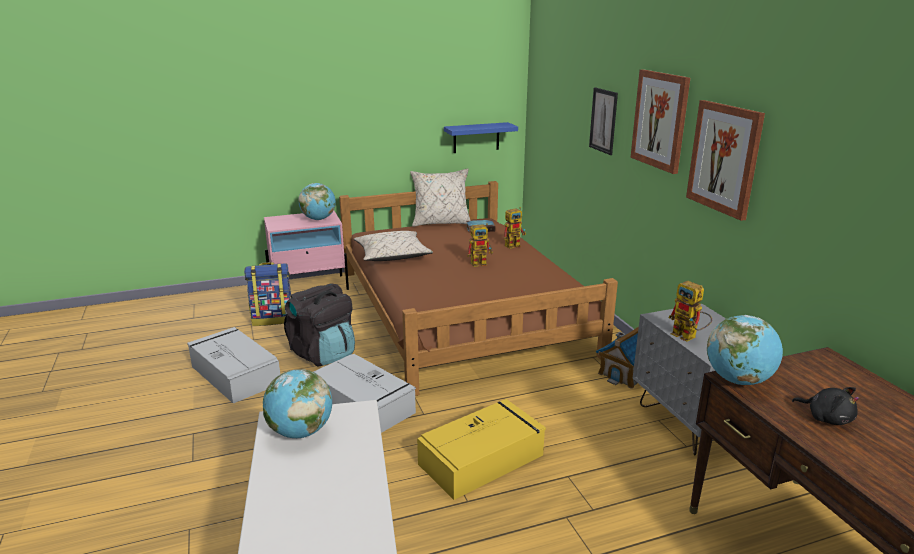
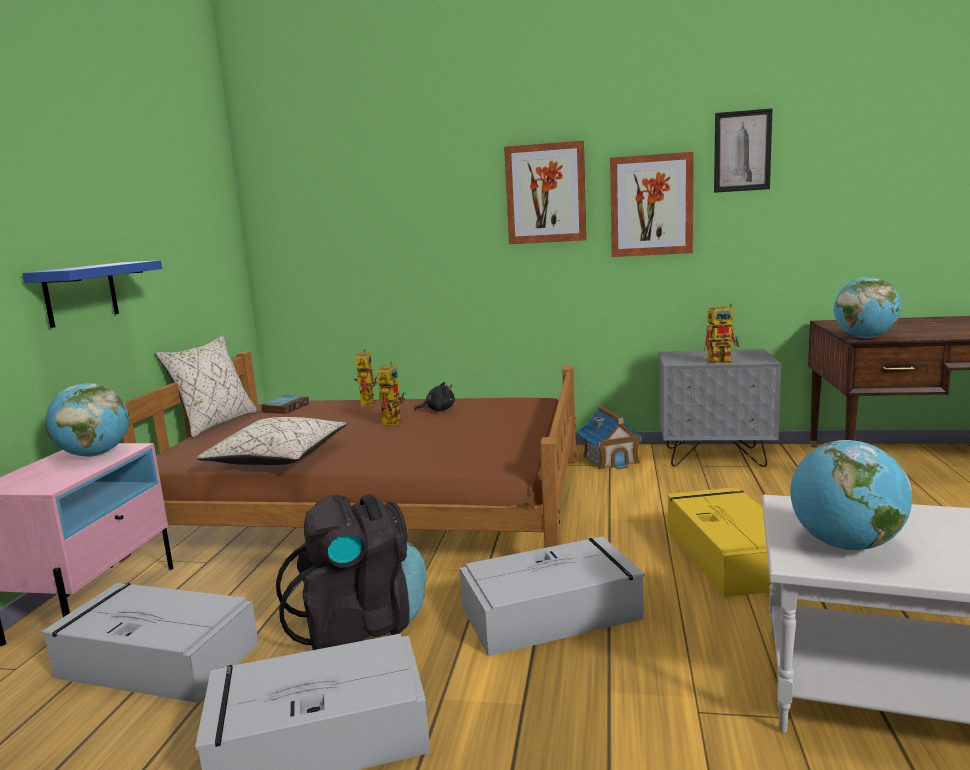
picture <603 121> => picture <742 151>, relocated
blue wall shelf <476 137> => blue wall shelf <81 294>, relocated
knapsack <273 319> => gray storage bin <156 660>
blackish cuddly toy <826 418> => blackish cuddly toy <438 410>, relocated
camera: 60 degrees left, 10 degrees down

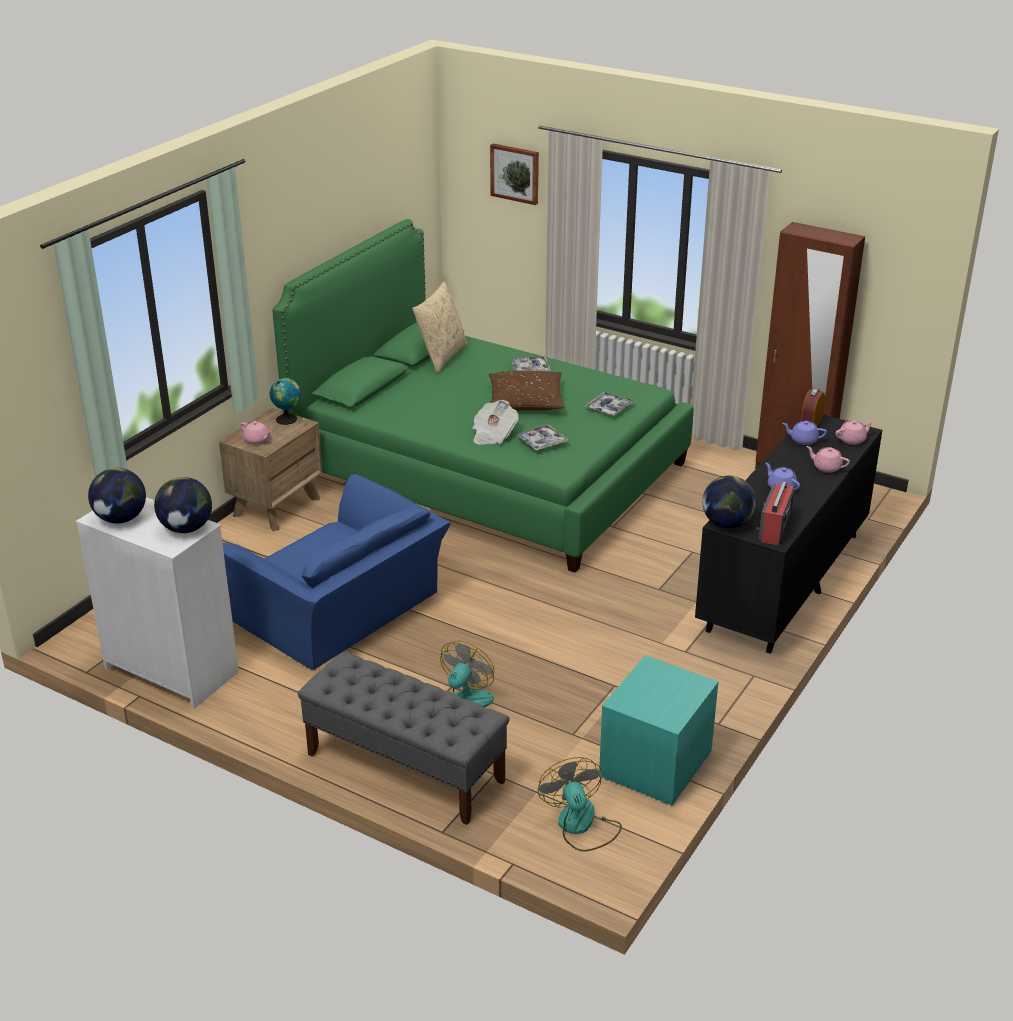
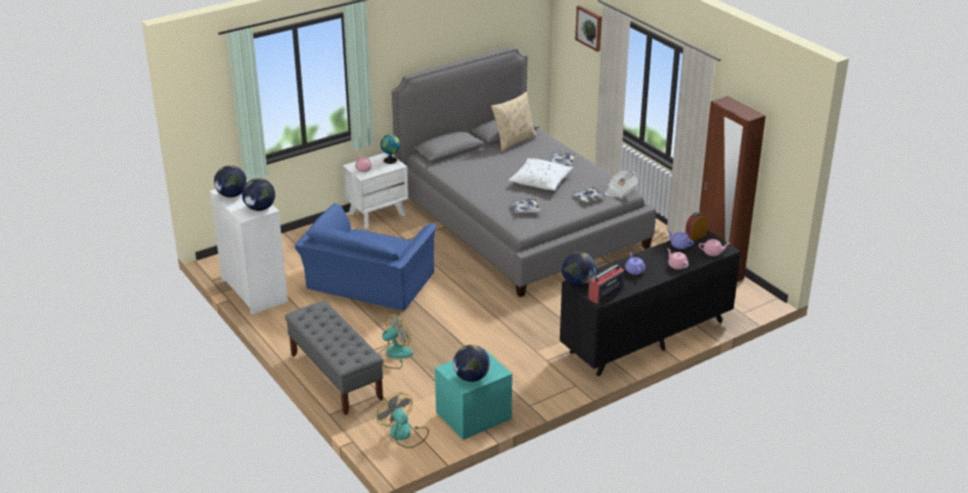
greenish sleeping bed <488 470> => gray sleeping bed <519 222>
brown throw pillow <525 401> => whitish throw pillow <540 181>
printed paper <493 435> => printed paper <620 191>, relocated
brown nightstand <276 506> => whitish nightstand <377 214>
blue easy chair <342 610> => blue easy chair <368 283>, 45 degrees clockwise
electric fan <581 826> => electric fan <404 434>, 45 degrees counterclockwise
nothing => world globe <471 377>
camera: 25 degrees right, 0 degrees up

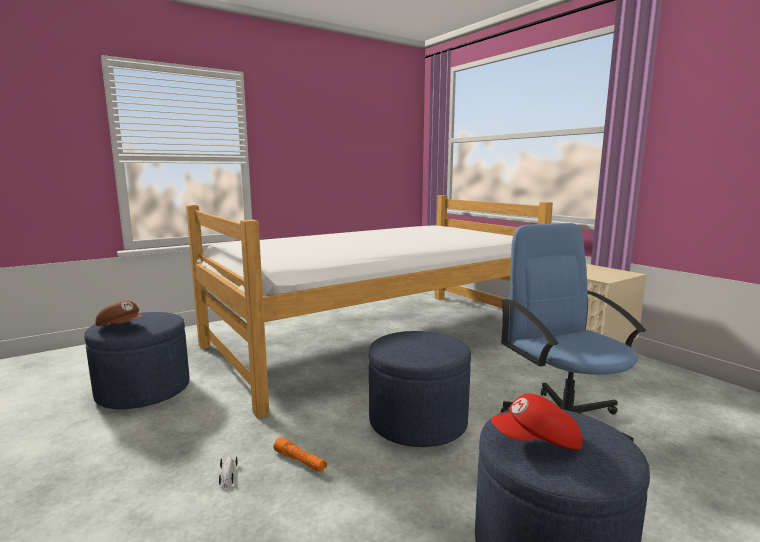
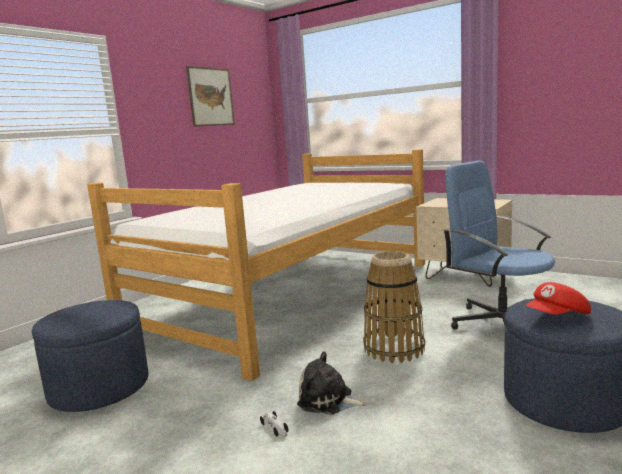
brown baseball cap <122 327> => nothing
blue pouffe <418 421> => storage basket <394 349>
orangey flashlight <300 461> => cuddly toy <328 400>
nothing => picture <211 97>
camera: 20 degrees left, 0 degrees up

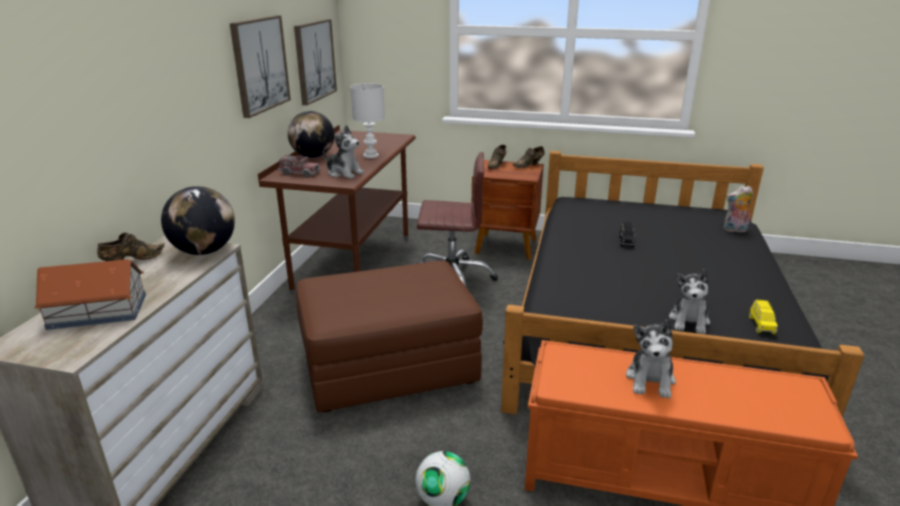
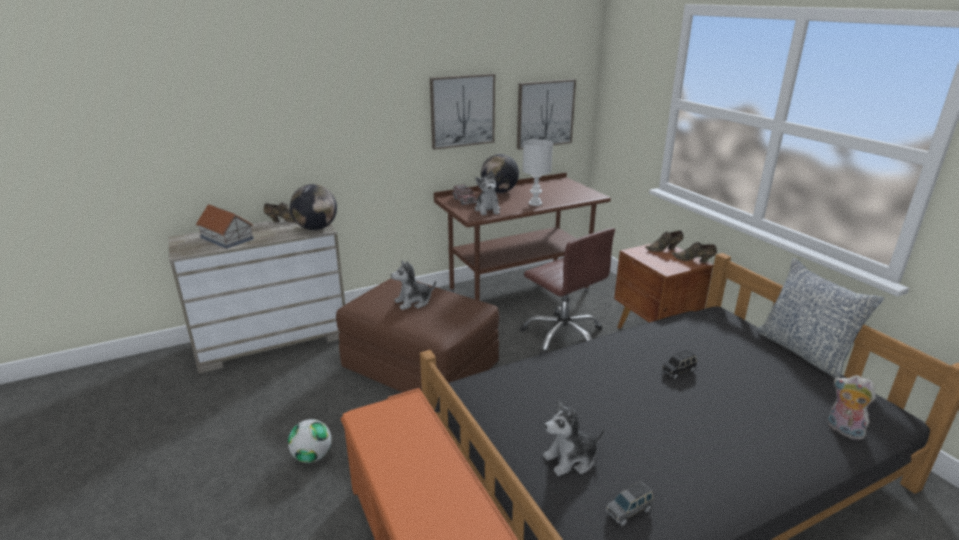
yellowish model car <761 325> => gray model car <629 511>
cuddly toy <650 380> => cuddly toy <413 302>, relocated
nothing => throw pillow <804 352>
camera: 50 degrees right, 0 degrees up

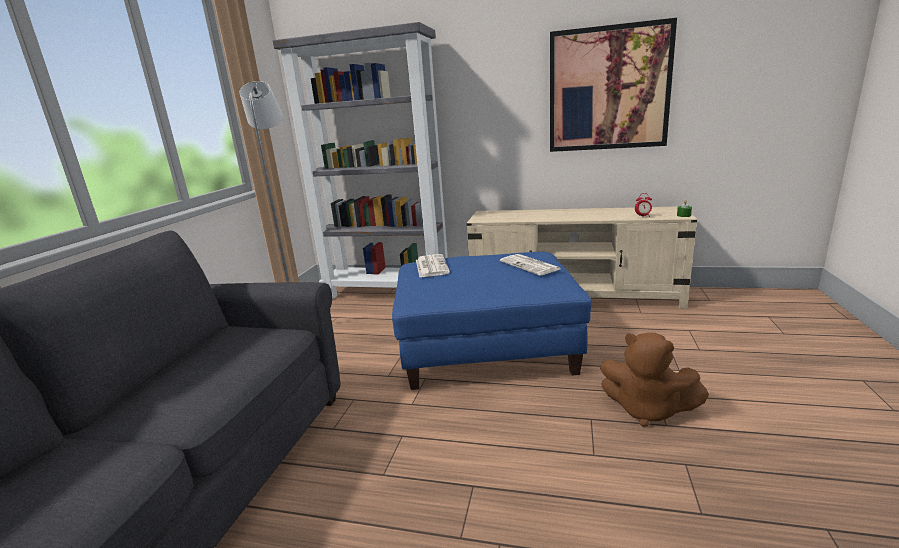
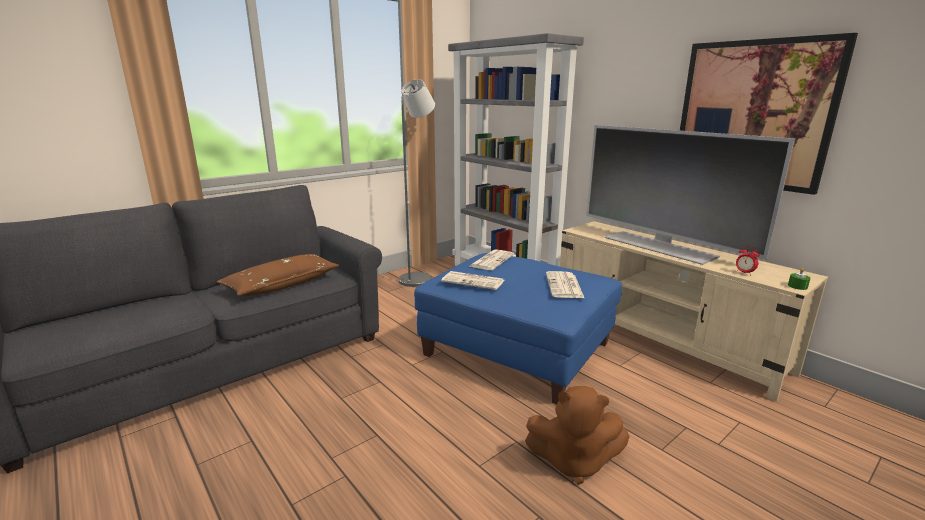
brown cuddly toy <646 410> => brown cuddly toy <573 461>, 60 degrees counterclockwise
nothing => television <659 246>
nothing => brown throw pillow <282 284>
nothing => printed paper <474 281>
camera: 35 degrees right, 0 degrees up

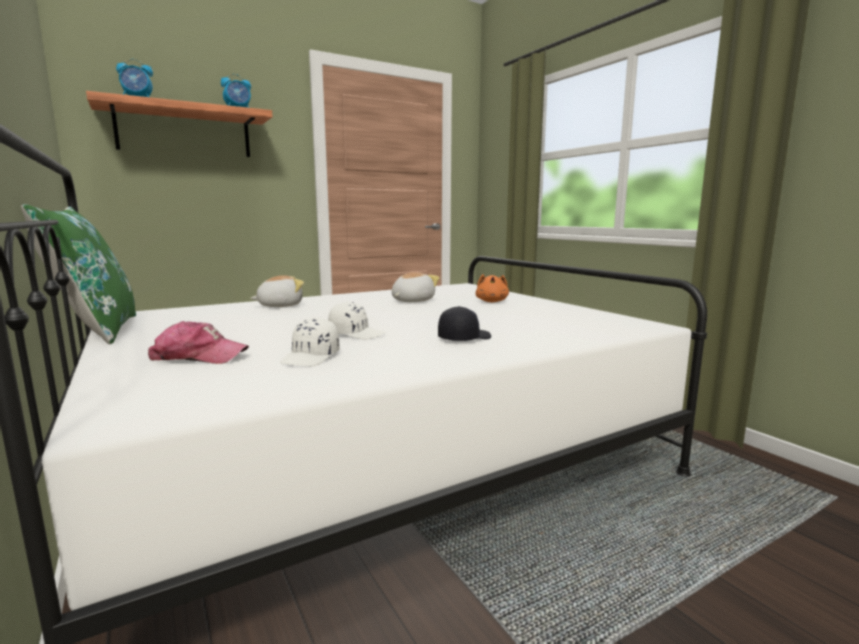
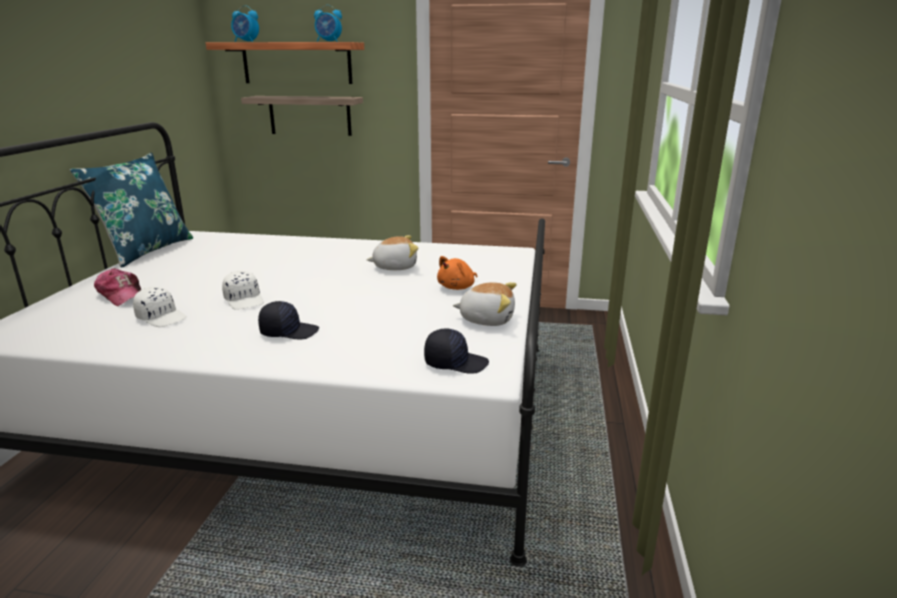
greenish throw pillow <97 331> => blue throw pillow <146 250>
cuddly toy <280 305> => cuddly toy <486 319>, relocated
whitish baseball cap <311 357> => whitish baseball cap <162 317>, 120 degrees counterclockwise
nothing => wall shelf <310 115>
nothing => blackish baseball cap <455 363>
camera: 40 degrees right, 10 degrees up

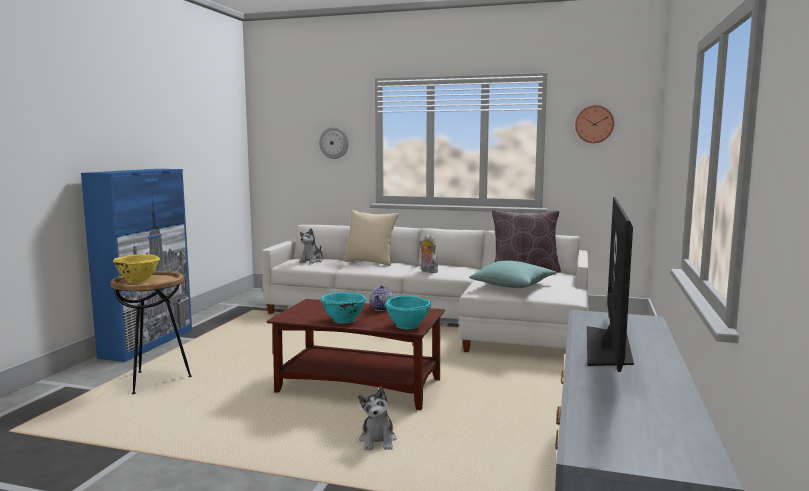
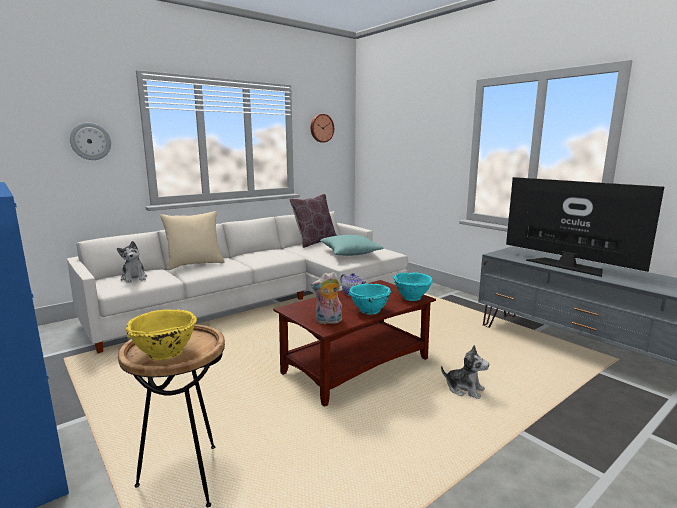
cuddly toy <427 271> => cuddly toy <328 321>, relocated
camera: 55 degrees left, 5 degrees up

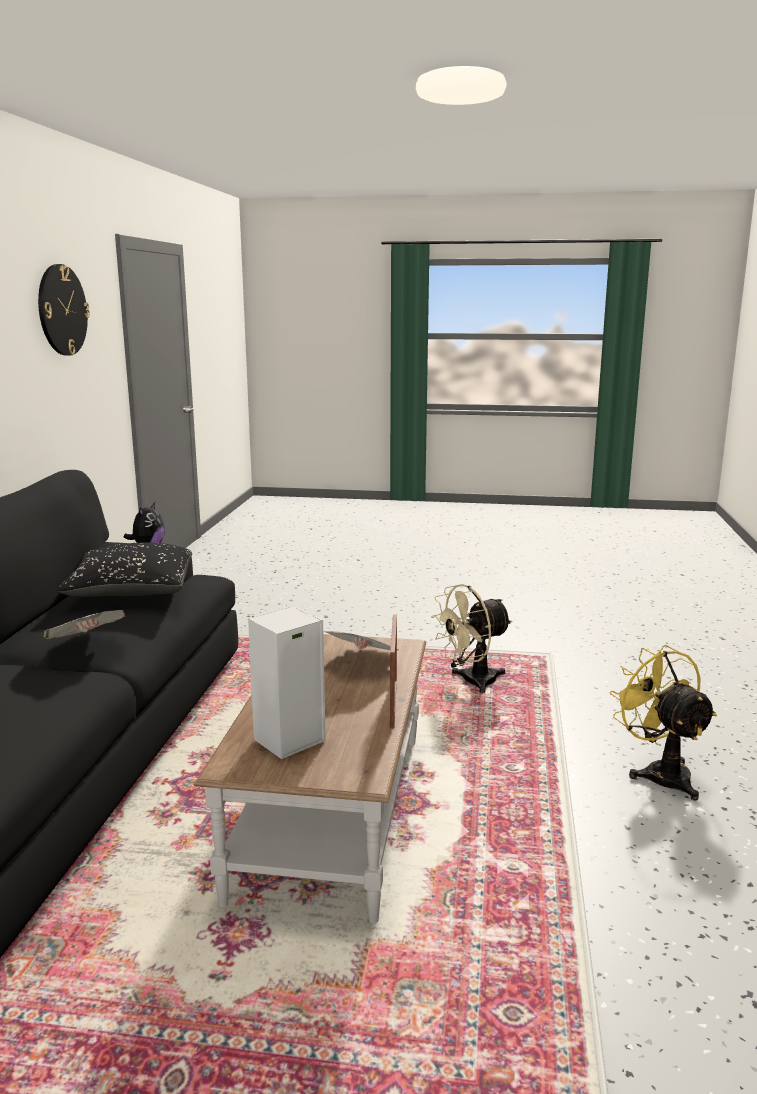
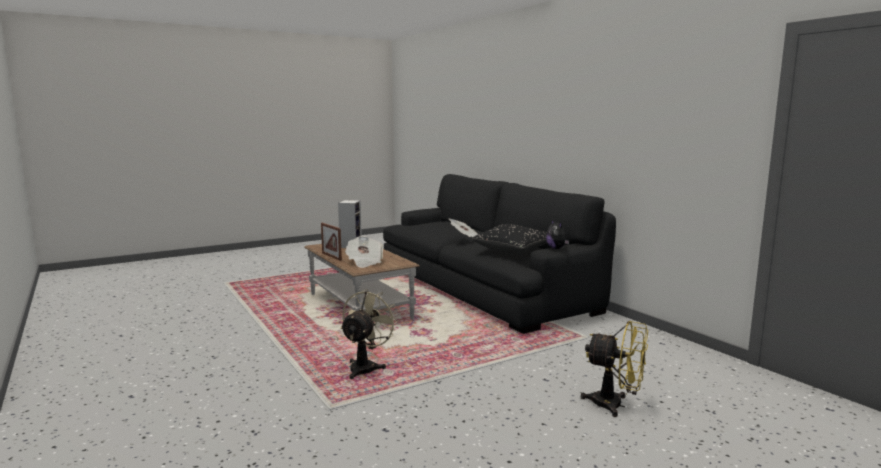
clock on the wall <62 310> => nothing
yellowish electric fan <660 773> => yellowish electric fan <615 405>, relocated
camera: 140 degrees right, 5 degrees down

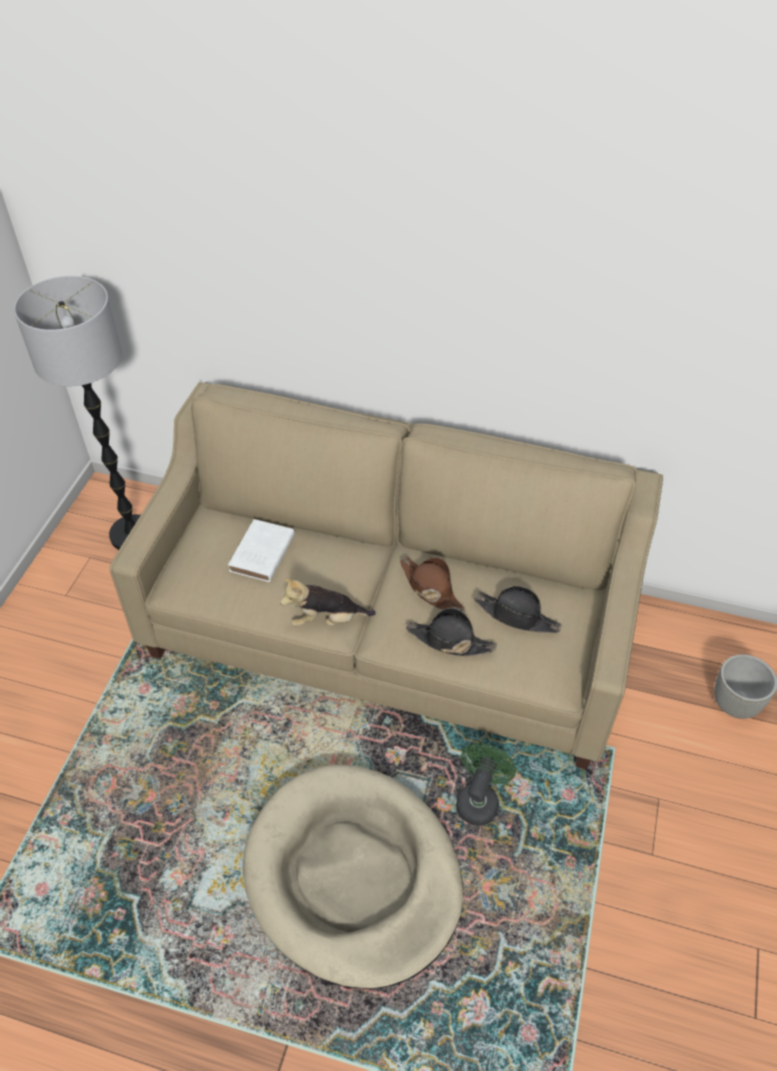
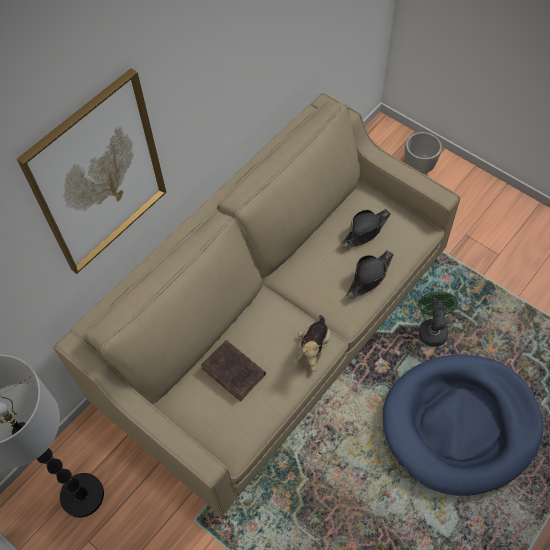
whitish volume <261 555> => brown volume <234 372>
brown hat <430 588> => nothing
greenish electric fan <479 799> => greenish electric fan <432 329>, 45 degrees clockwise
beige dog cushion <353 876> => blue dog cushion <460 424>
nothing => picture <99 176>
camera: 65 degrees left, 10 degrees up

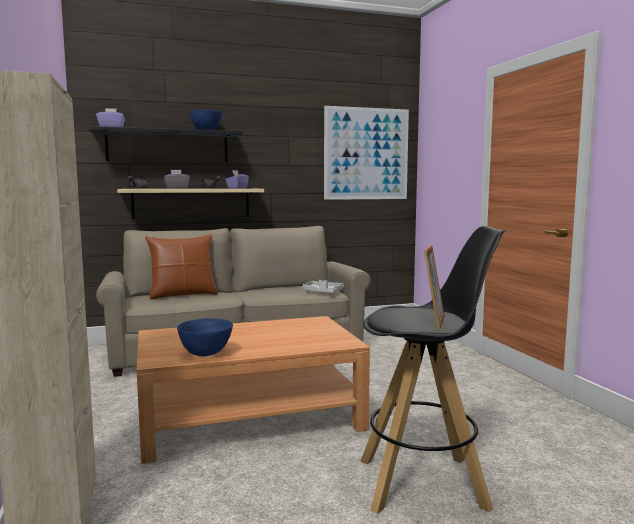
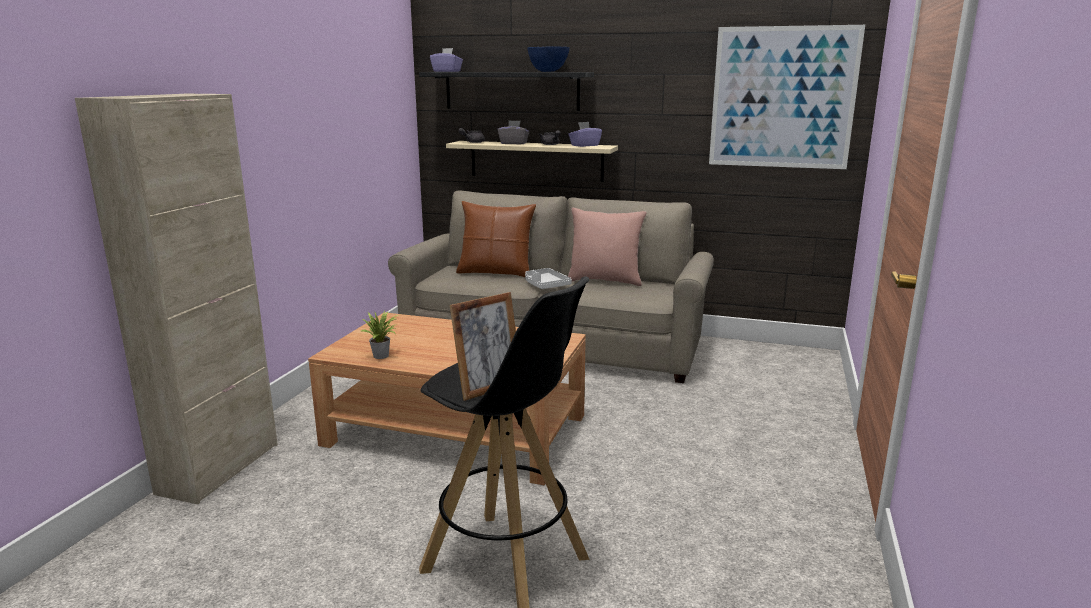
gray serving tray <322 292> => gray serving tray <545 285>, relocated
blue bowl <205 354> => plant in a pot <383 356>
nothing => pink throw pillow <605 281>
camera: 35 degrees right, 10 degrees up

